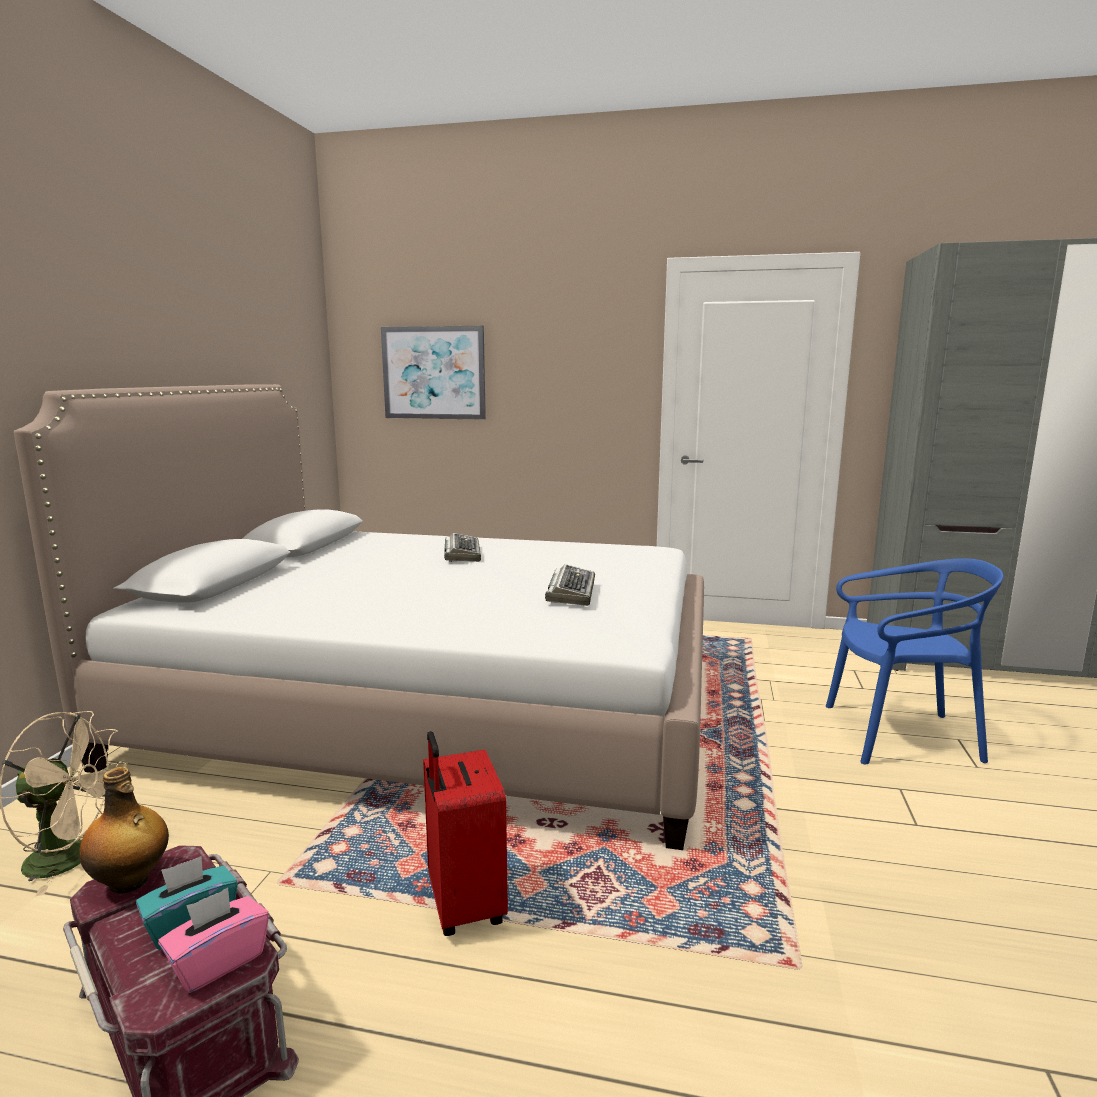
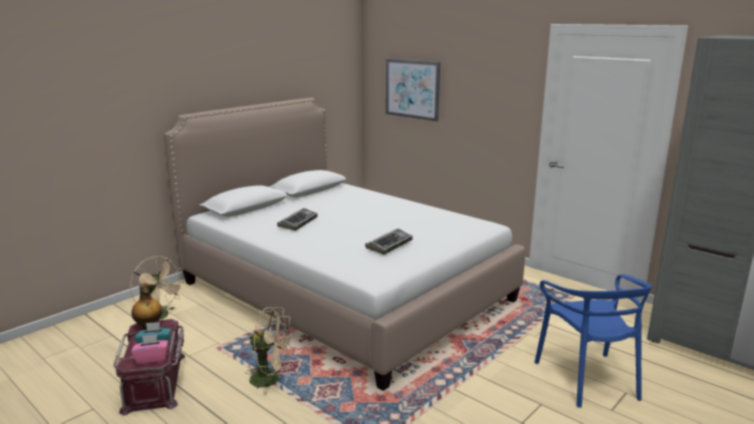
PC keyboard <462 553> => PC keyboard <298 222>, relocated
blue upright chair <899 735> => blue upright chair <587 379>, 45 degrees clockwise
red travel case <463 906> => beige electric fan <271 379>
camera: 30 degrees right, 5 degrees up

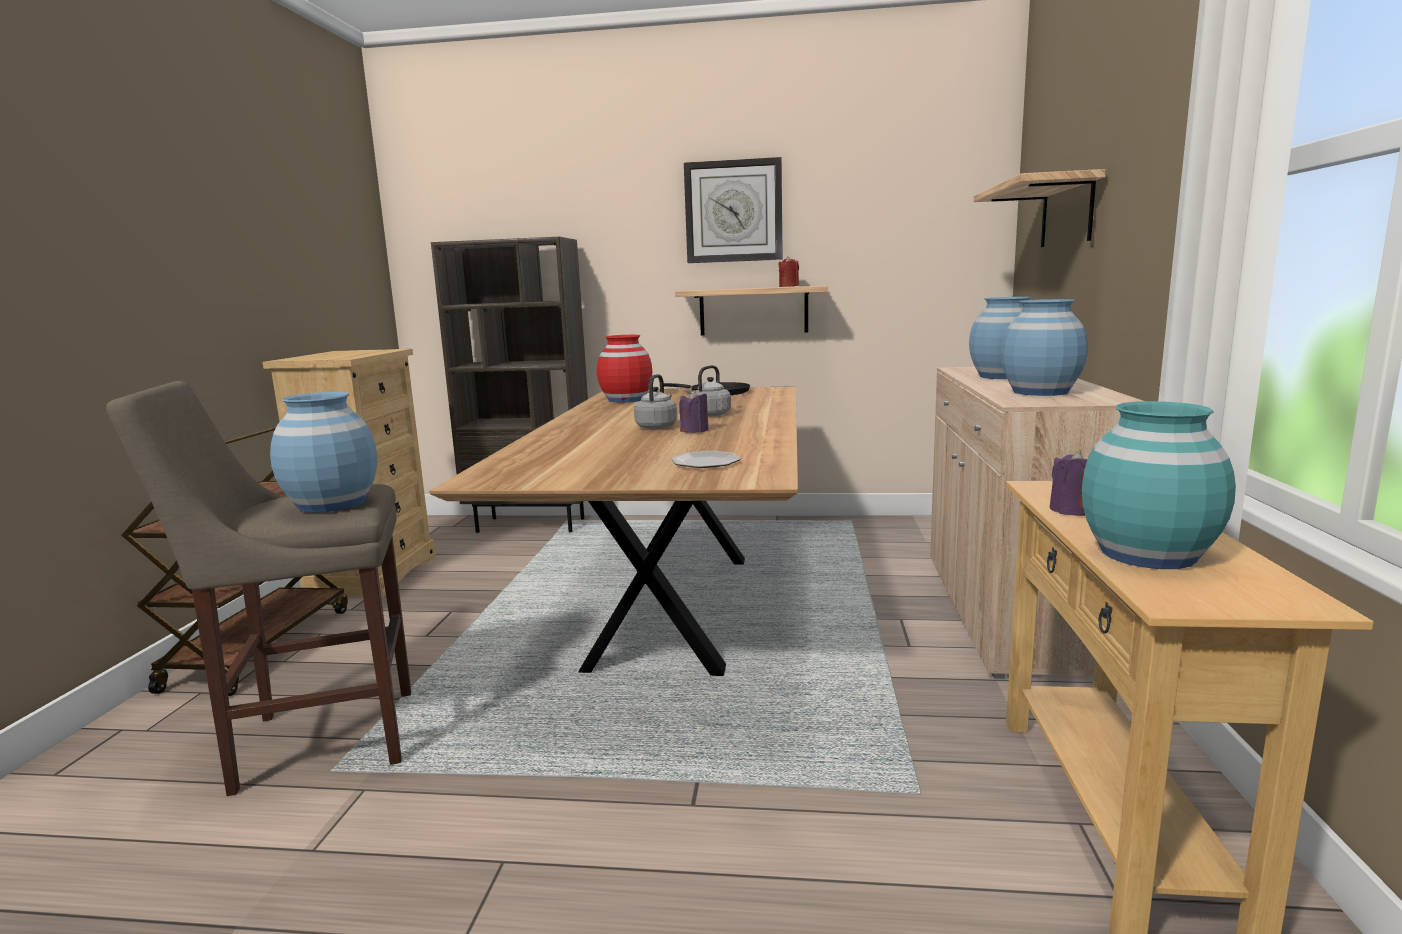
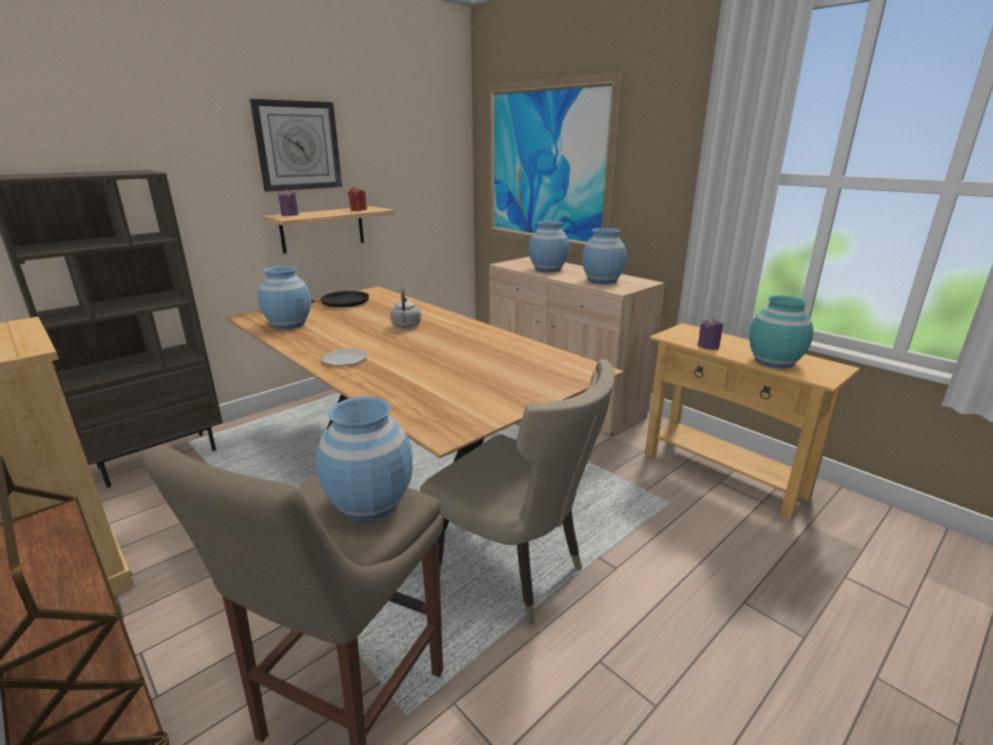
wall shelf <1066 213> => picture <545 166>
red vase <626 400> => blue vase <288 324>
gray kettle <657 427> => nothing
purple candle <694 430> => purple candle <290 215>, relocated
plate <705 463> => plate <345 359>, relocated
nothing => beige upright chair <516 572>
camera: 50 degrees left, 10 degrees up

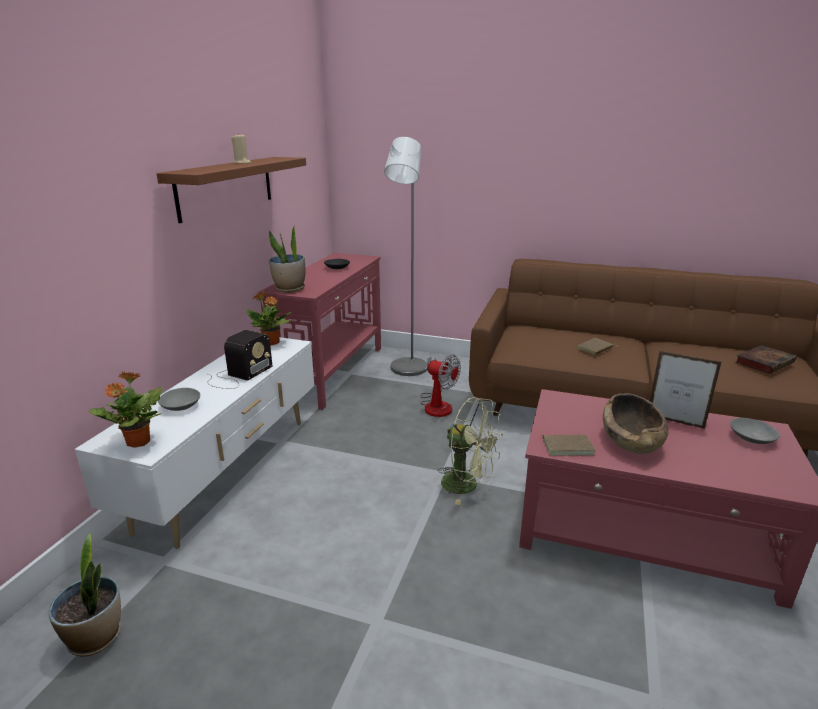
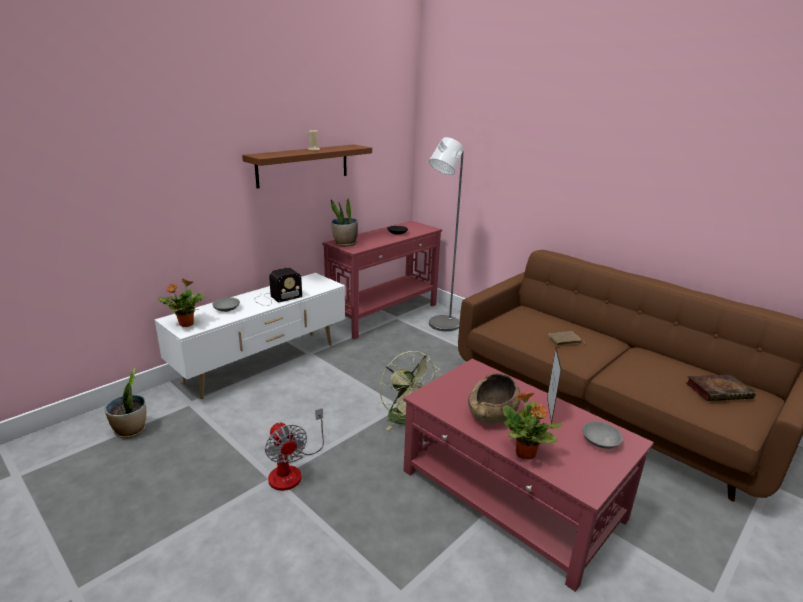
plant in a pot <271 343> => plant in a pot <525 454>, relocated
photo frame <675 422> => photo frame <549 410>, 135 degrees counterclockwise
electric fan <437 404> => electric fan <292 470>, relocated
brown volume <567 446> => nothing
camera: 25 degrees right, 0 degrees up

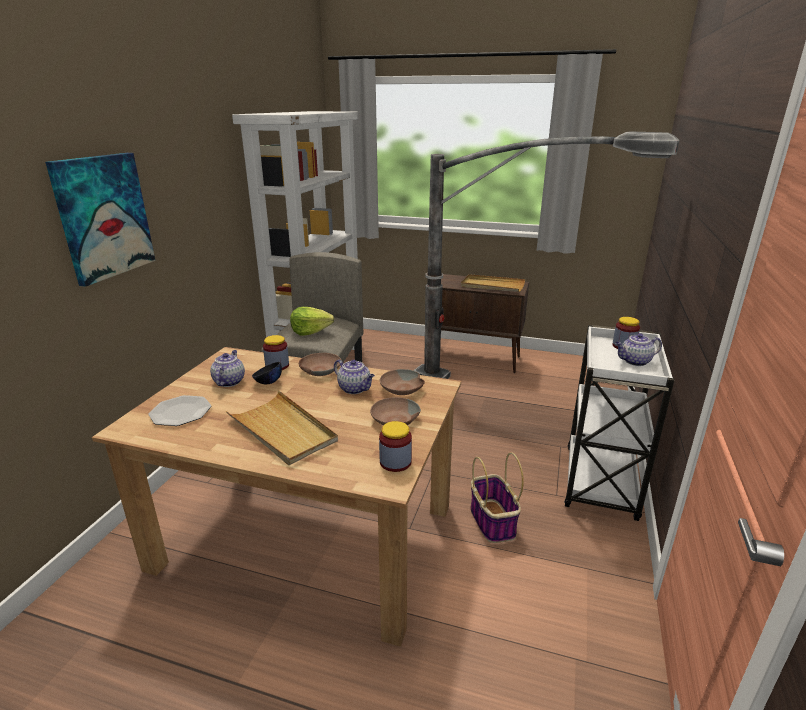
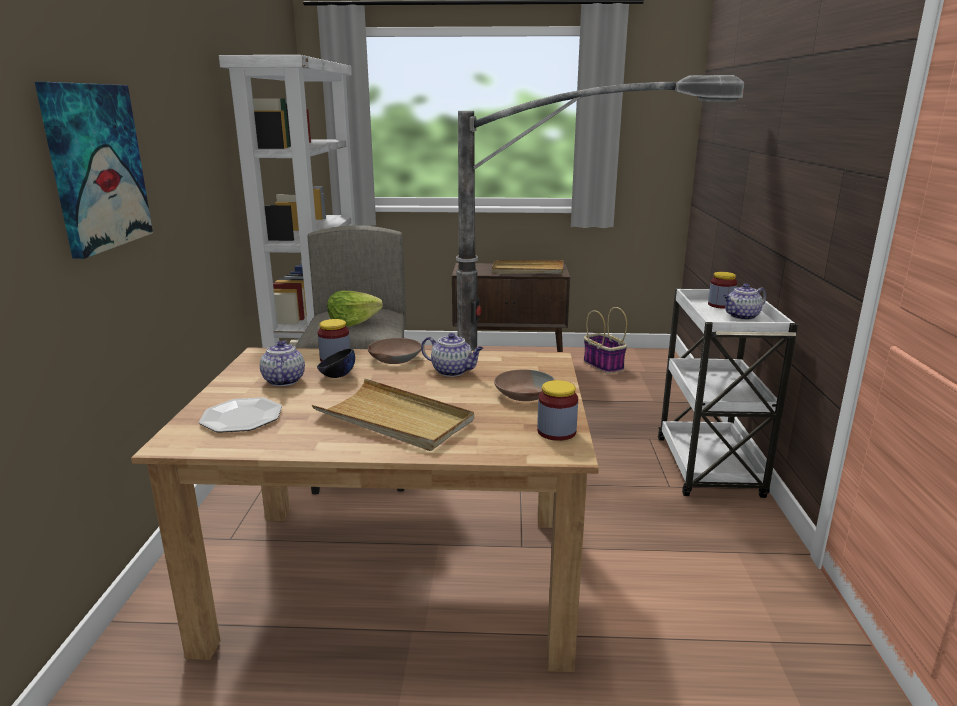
brown bowl <402 389> => nothing
storage basket <492 521> => storage basket <602 365>, relocated
camera: 15 degrees left, 5 degrees down

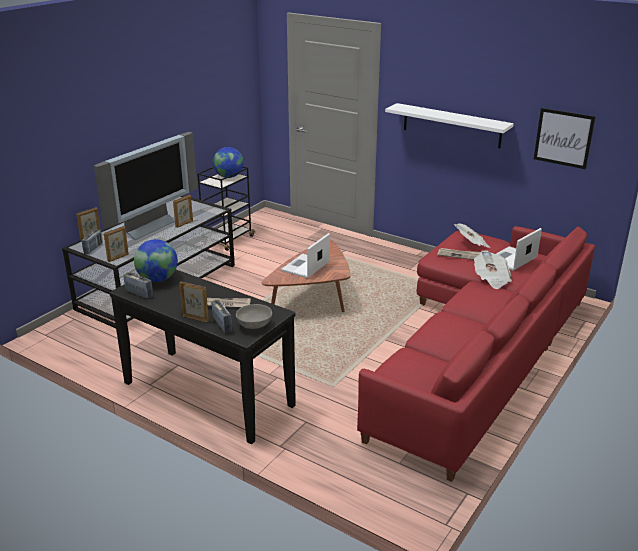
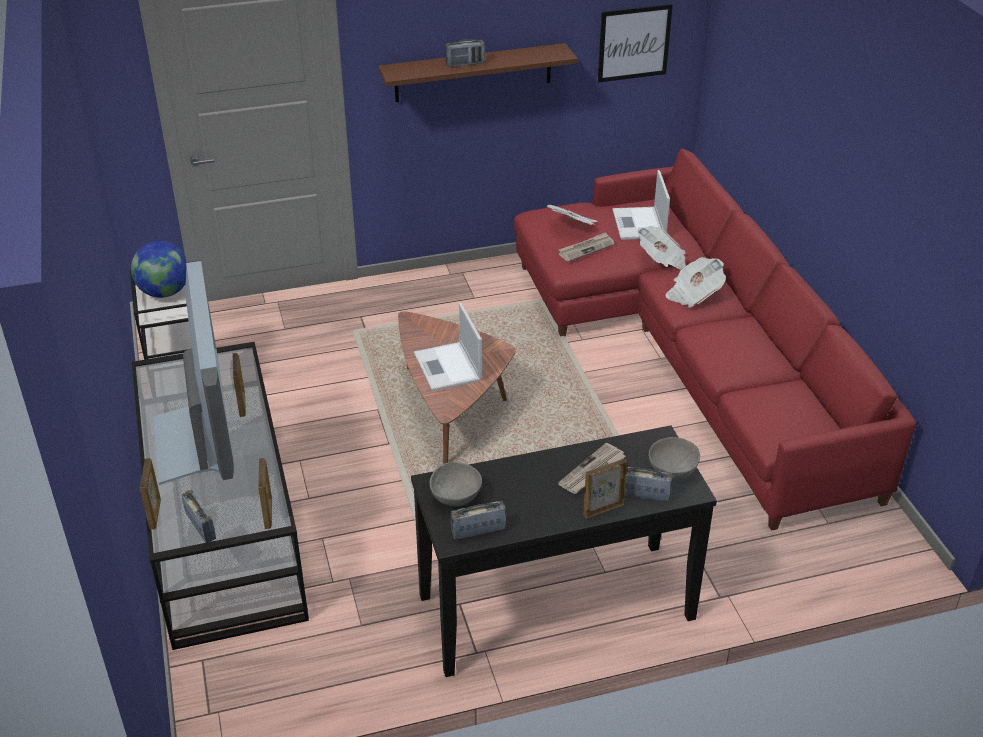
whitish wall shelf <451 125> => brown wall shelf <473 73>
world globe <158 279> => gray bowl <455 497>
nothing => radio receiver <465 64>
nothing => printed paper <693 294>
camera: 50 degrees left, 10 degrees up

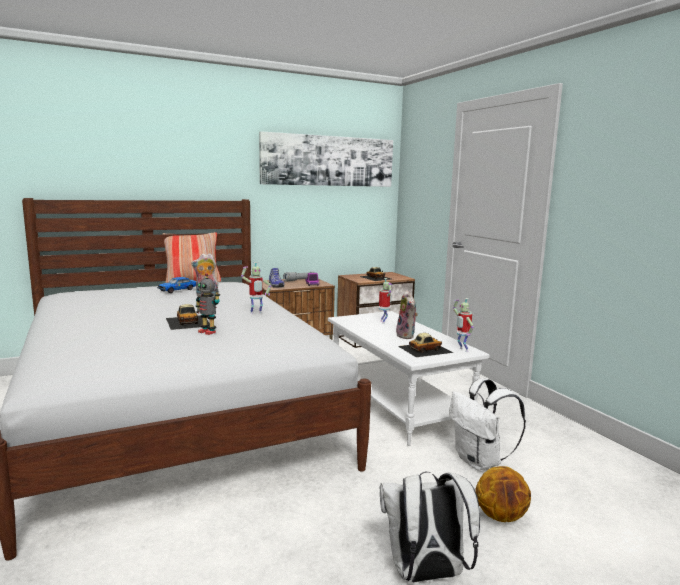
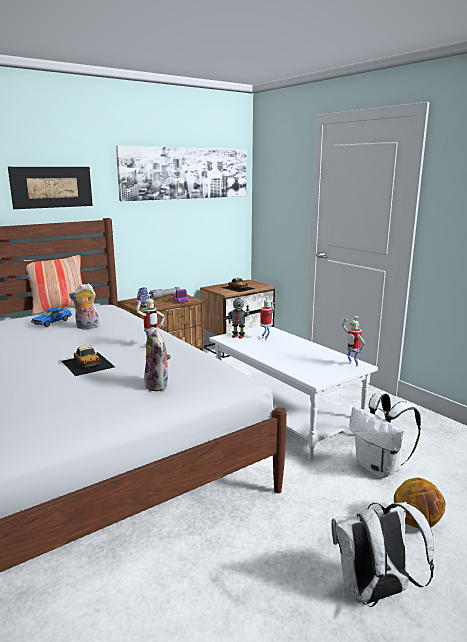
robot figure <208 332> => robot figure <238 336>, relocated
cuddly toy <407 336> => cuddly toy <159 385>, relocated
model car <424 349> => nothing
nothing => picture <52 187>
camera: 10 degrees left, 5 degrees up

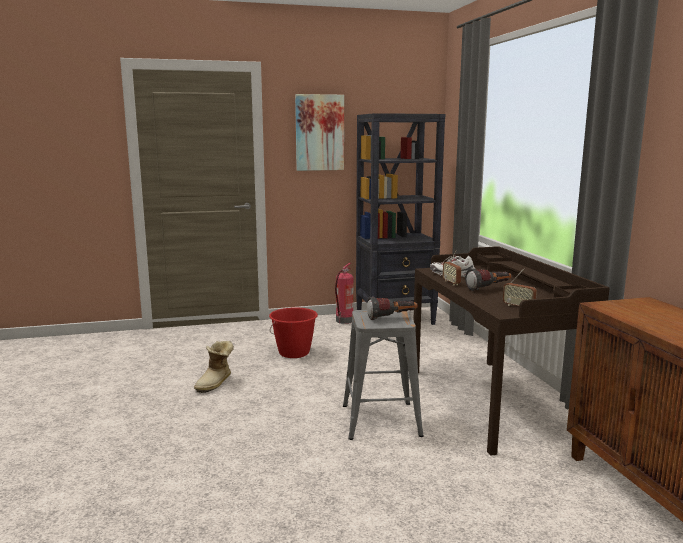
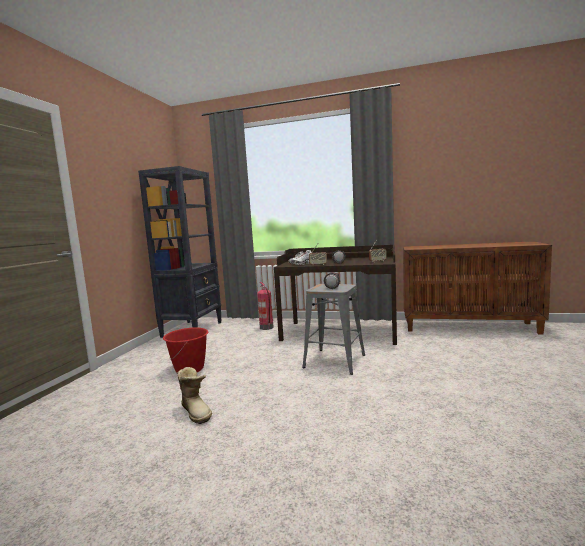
picture <319 132> => nothing
fire extinguisher <344 321> => fire extinguisher <267 327>, relocated
camera: 60 degrees left, 5 degrees down

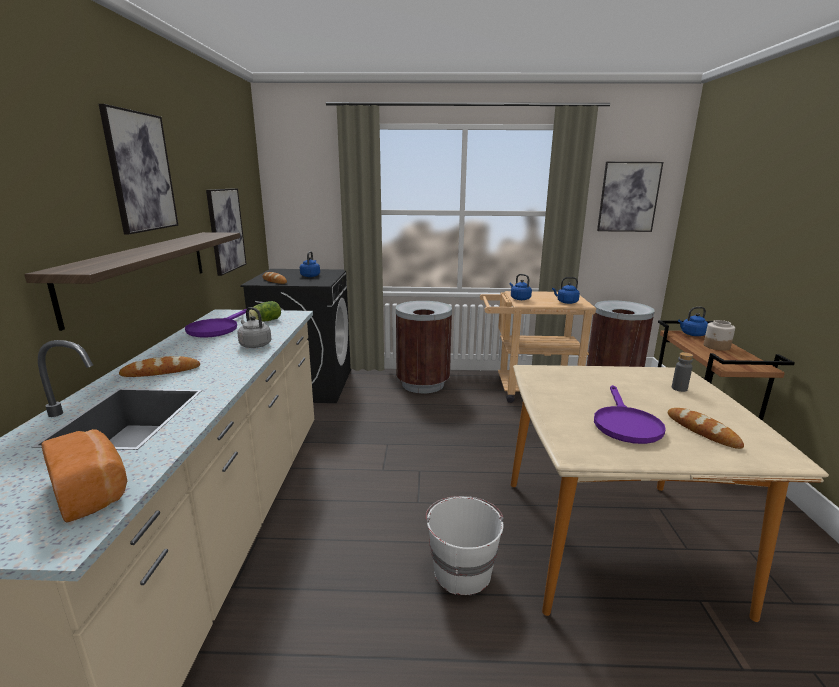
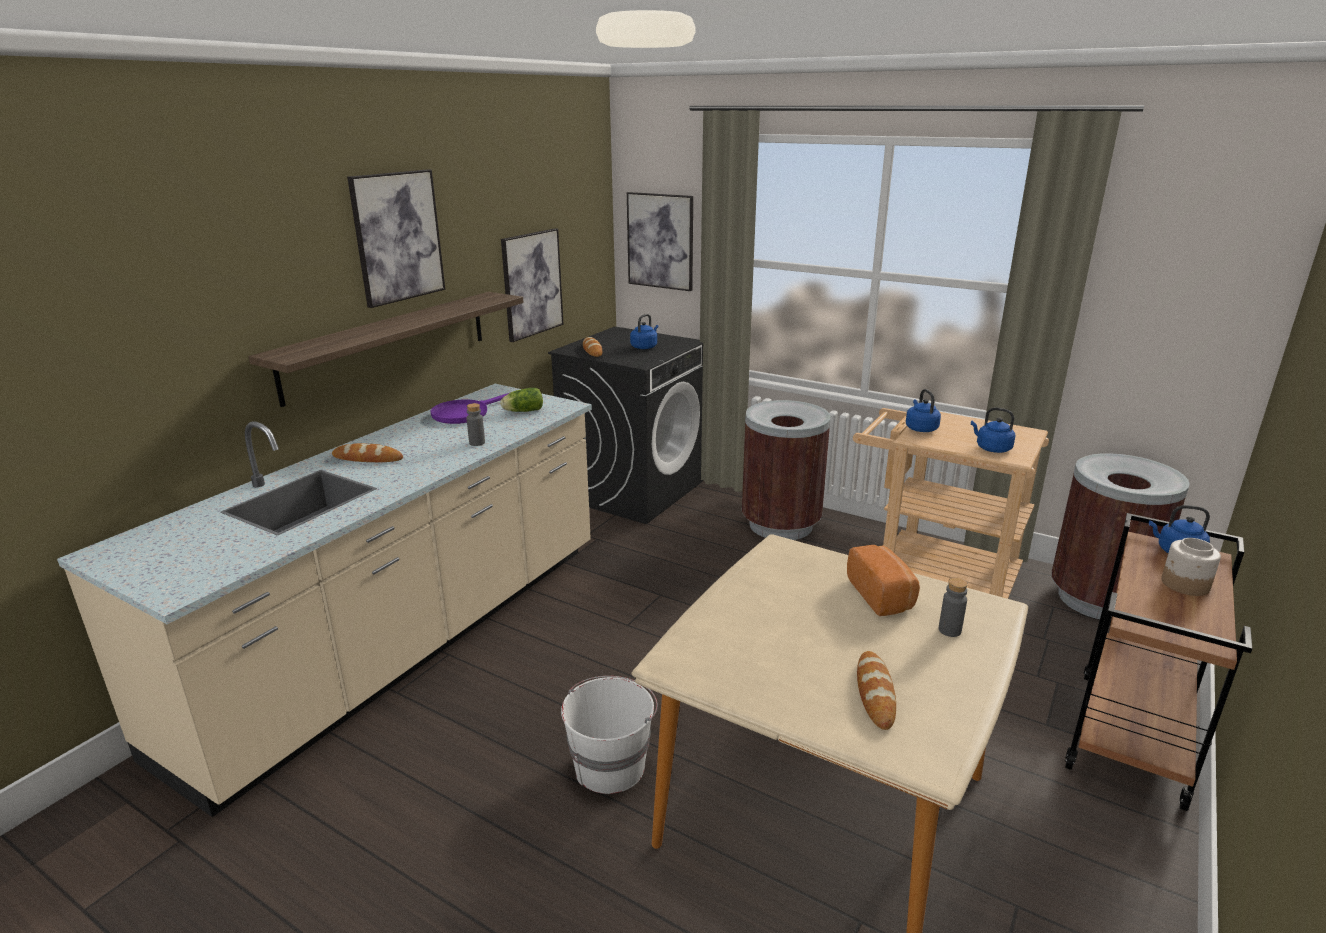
picture <628 197> => picture <660 241>, relocated
gray kettle <254 345> => gray bottle <477 443>
purple frying pan <624 424> => nothing
bread <92 490> => bread <882 595>, relocated
camera: 30 degrees right, 5 degrees up

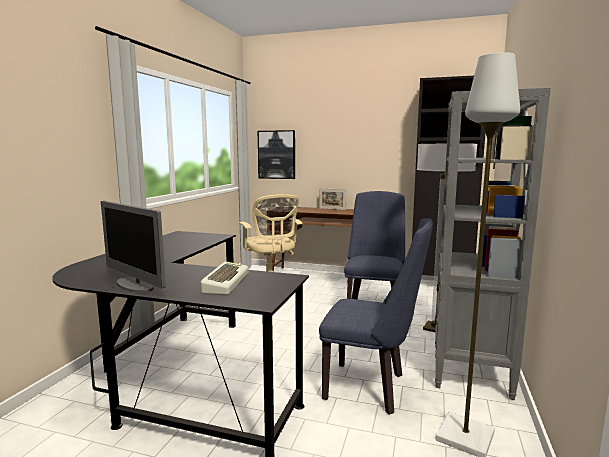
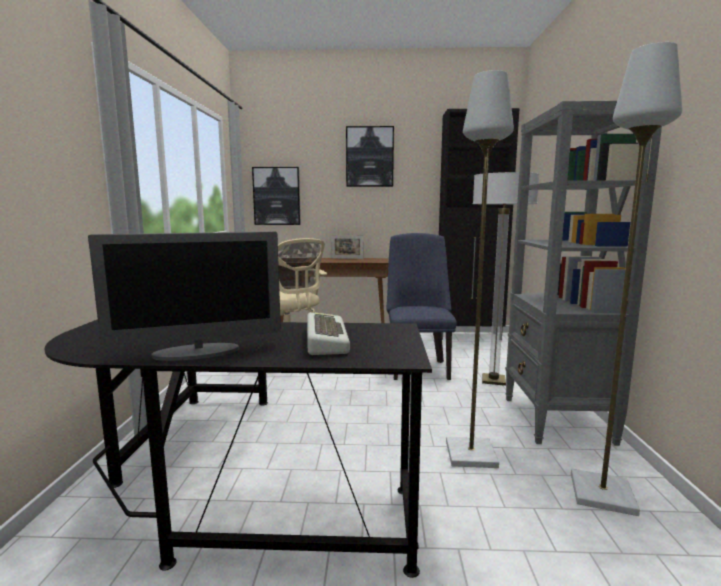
computer display <135 285> => computer display <197 353>, 45 degrees counterclockwise
blue upright chair <372 388> => gray floor lamp <472 455>
nothing => picture <369 157>
camera: 15 degrees left, 0 degrees up

